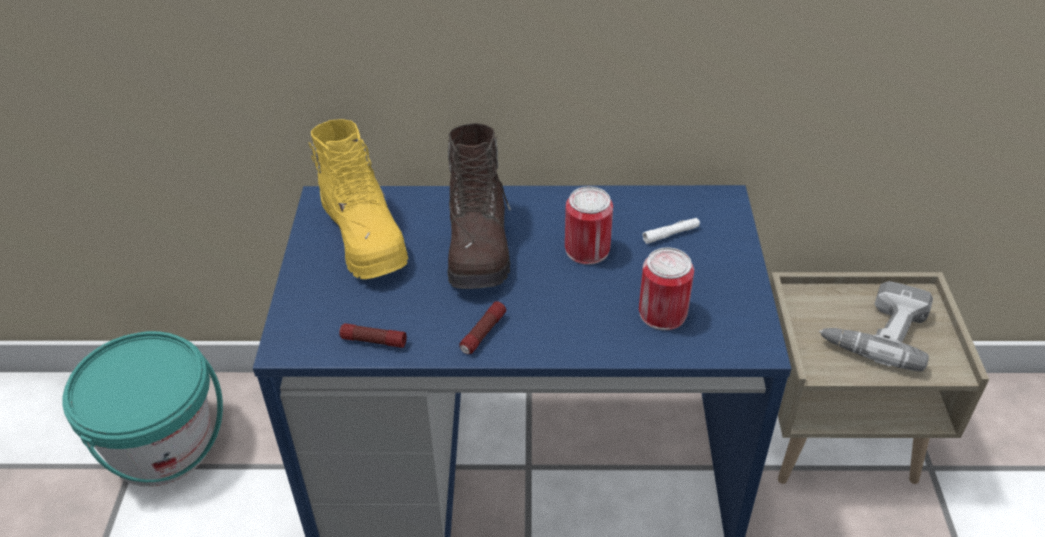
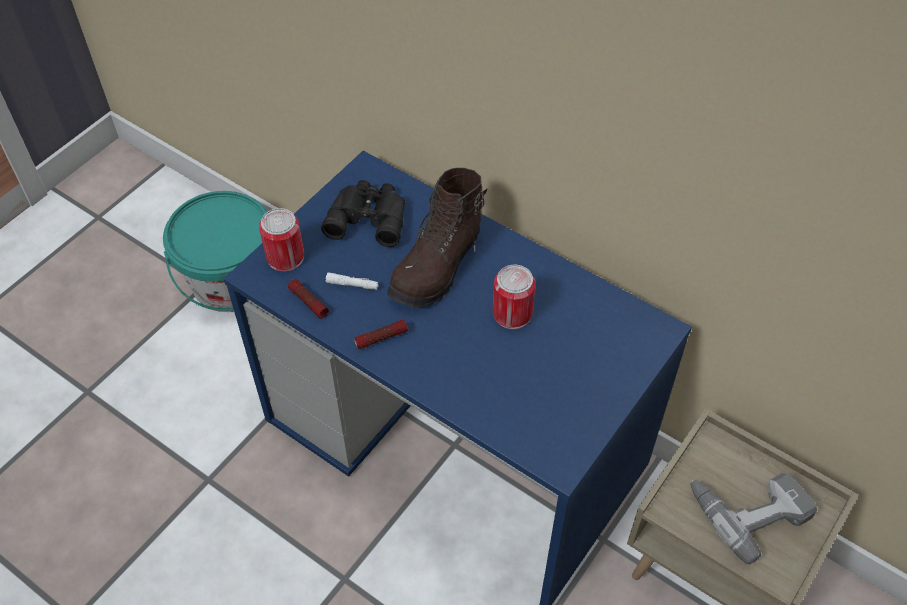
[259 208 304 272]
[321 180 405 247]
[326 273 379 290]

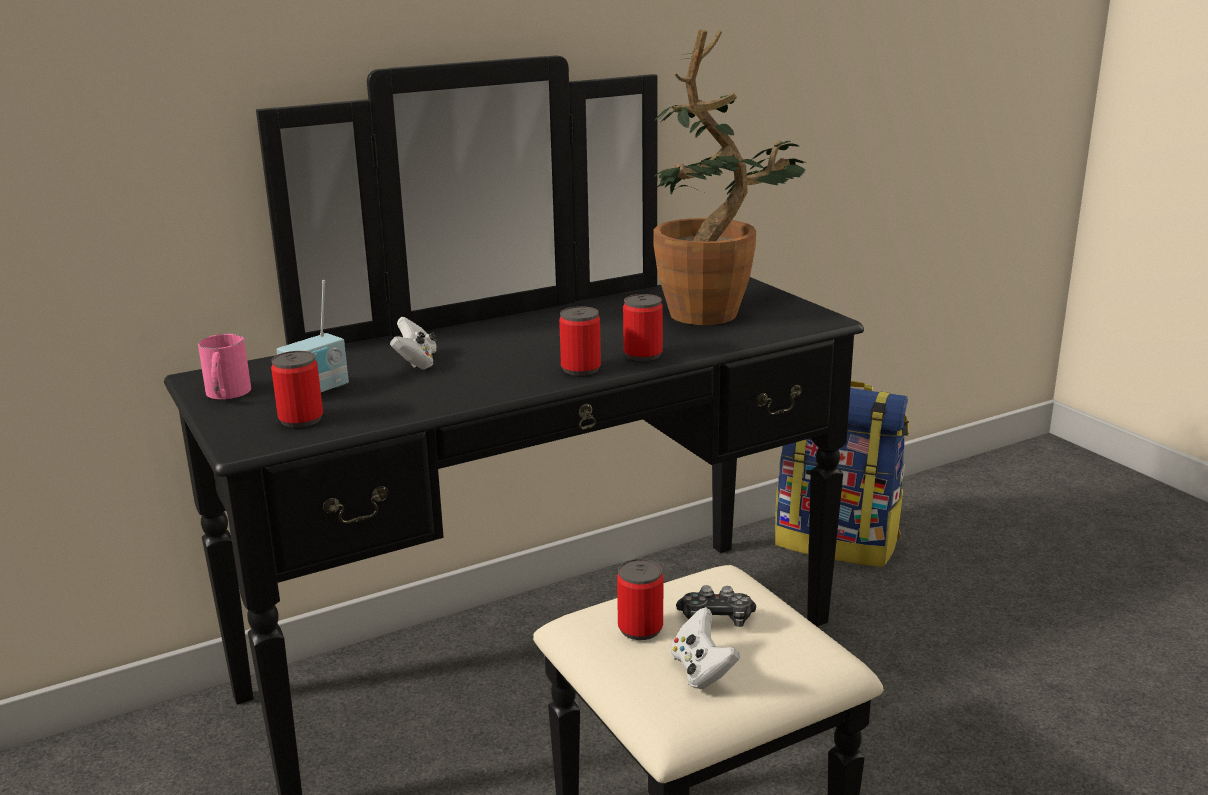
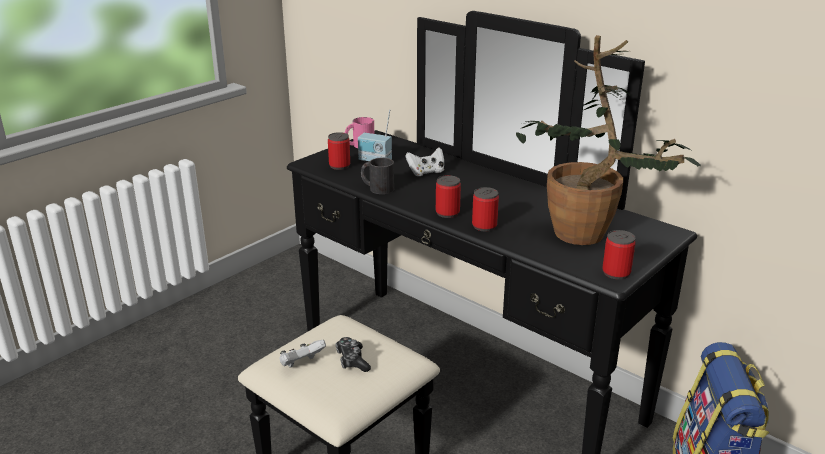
[361 157 394 194]
[602 230 636 280]

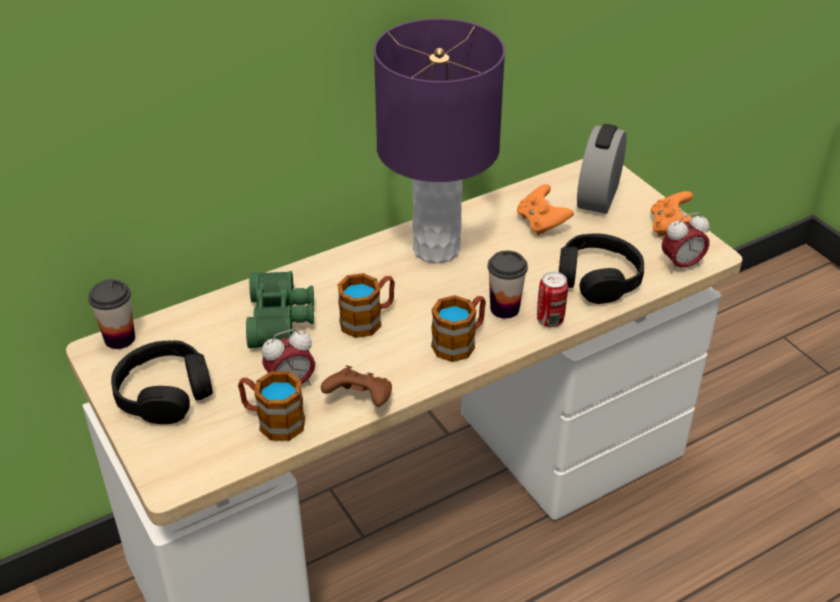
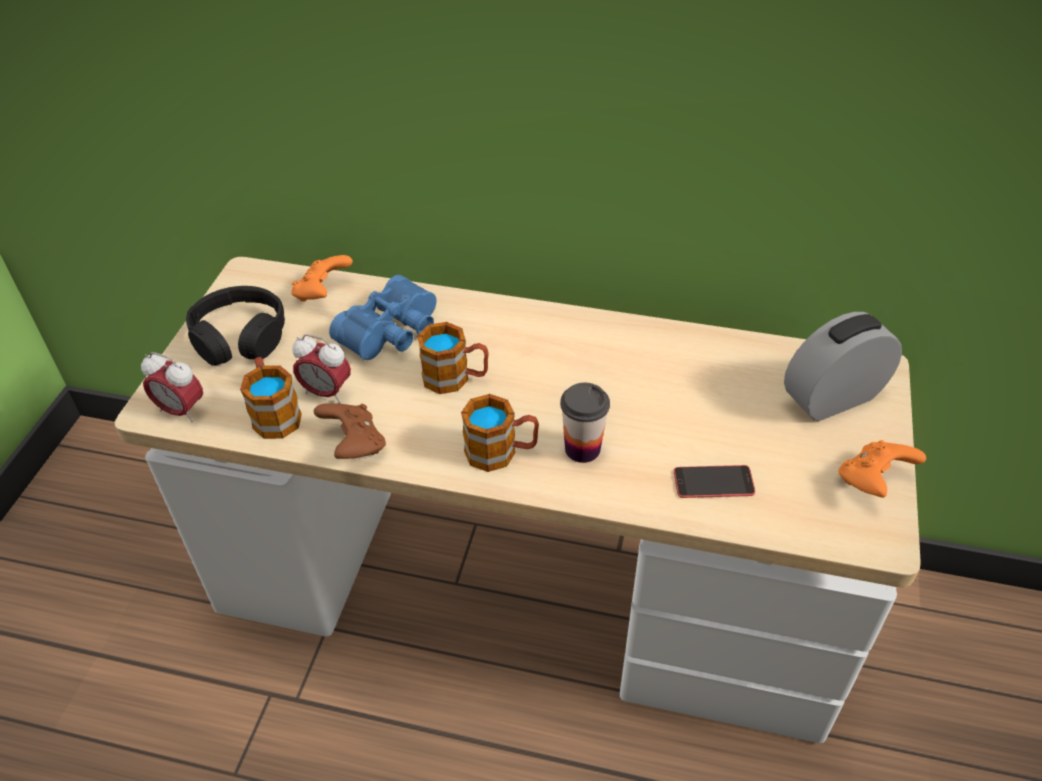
[141 352 203 422]
[291 255 353 302]
[329 275 437 360]
[674 465 755 498]
[88 279 135 349] (first image)
[374 18 505 264] (first image)
[537 272 568 327] (first image)

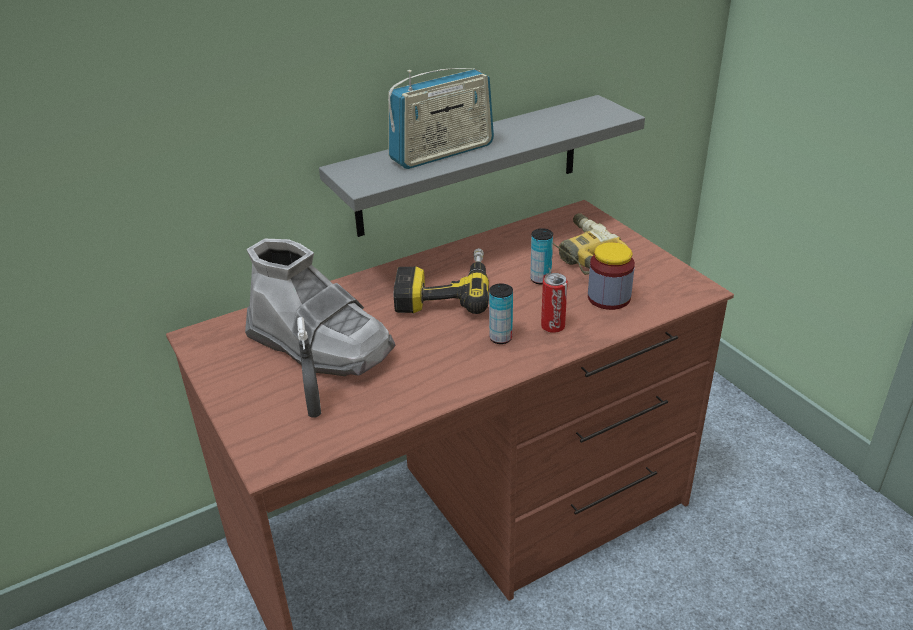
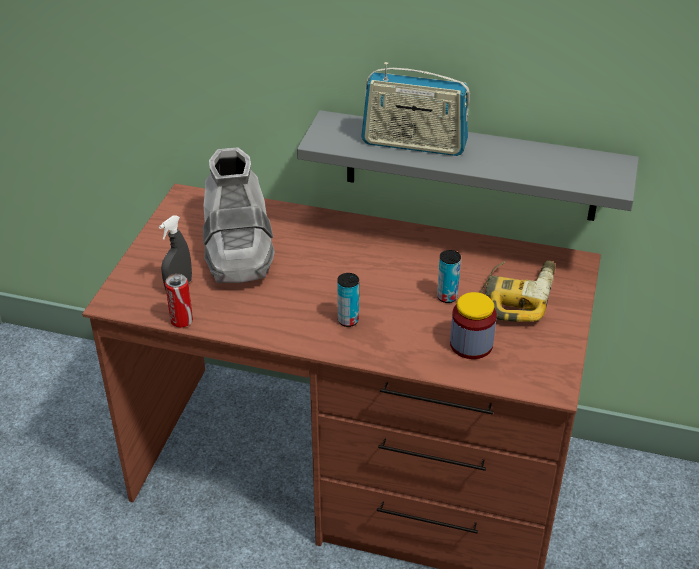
[165 274 193 328]
[394 248 489 314] (first image)

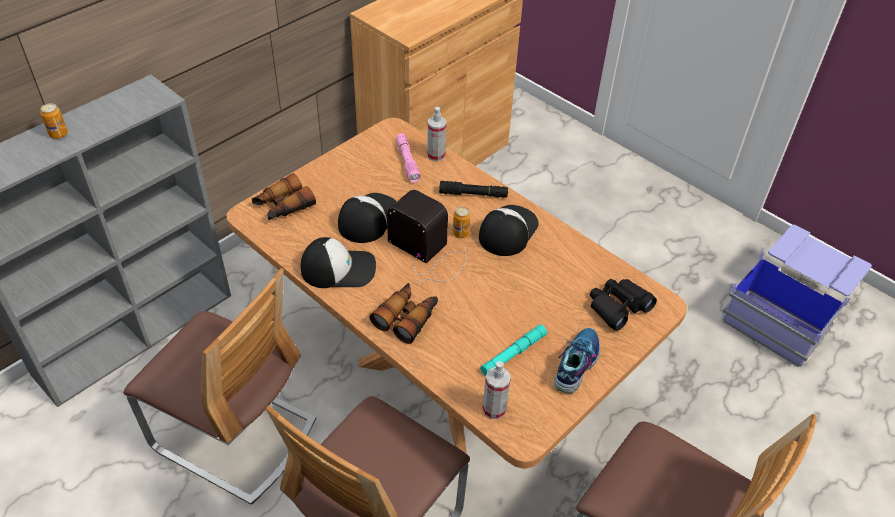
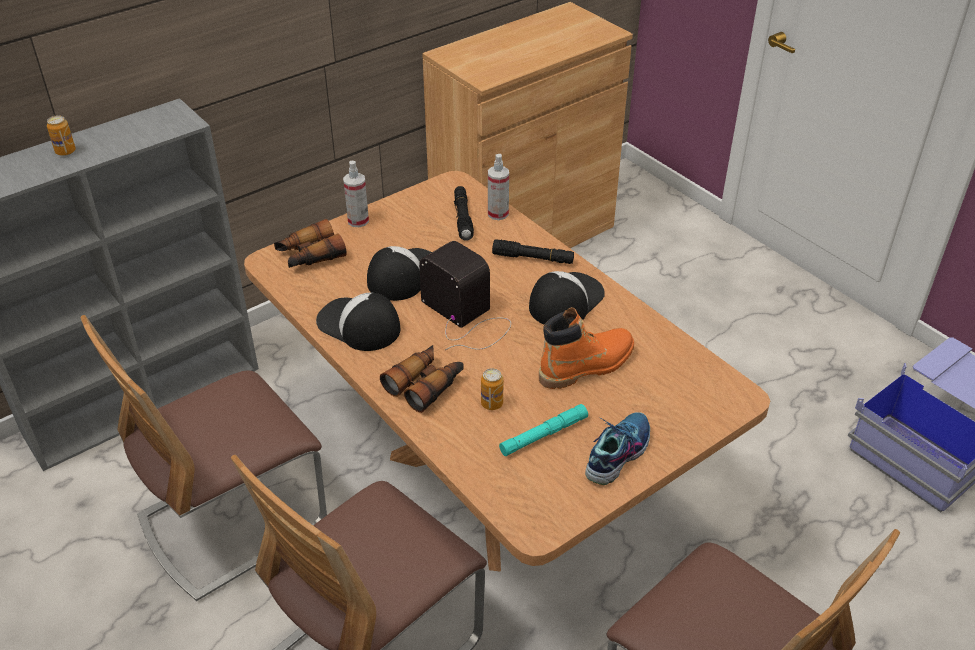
[80 315 327 601]
[316 293 400 351]
[343 161 369 227]
[454 186 474 241]
[481 368 503 410]
[539 307 634 389]
[590 279 657 331] (first image)

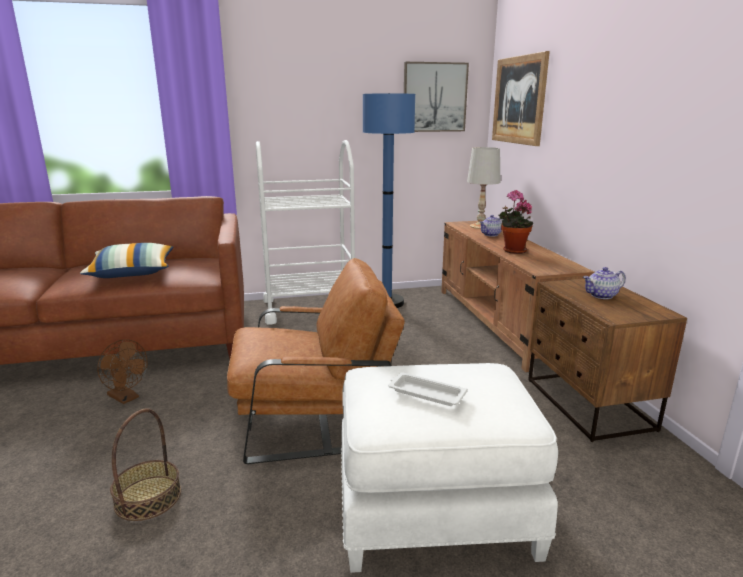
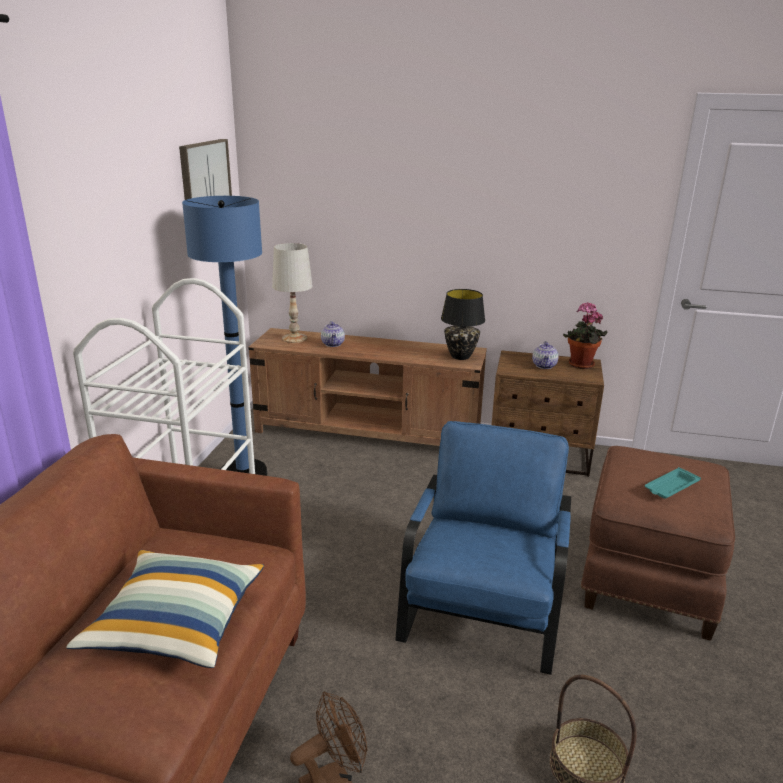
[396 421 571 675]
[441 289 485 360]
[563 302 608 369]
[581 446 735 641]
[645 467 701 498]
[492 51 550 146] (first image)

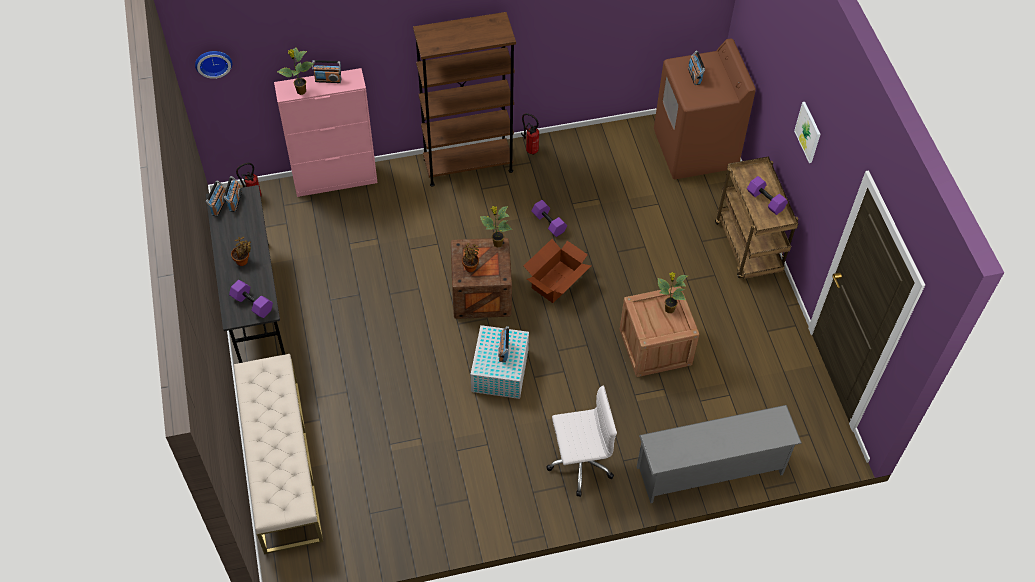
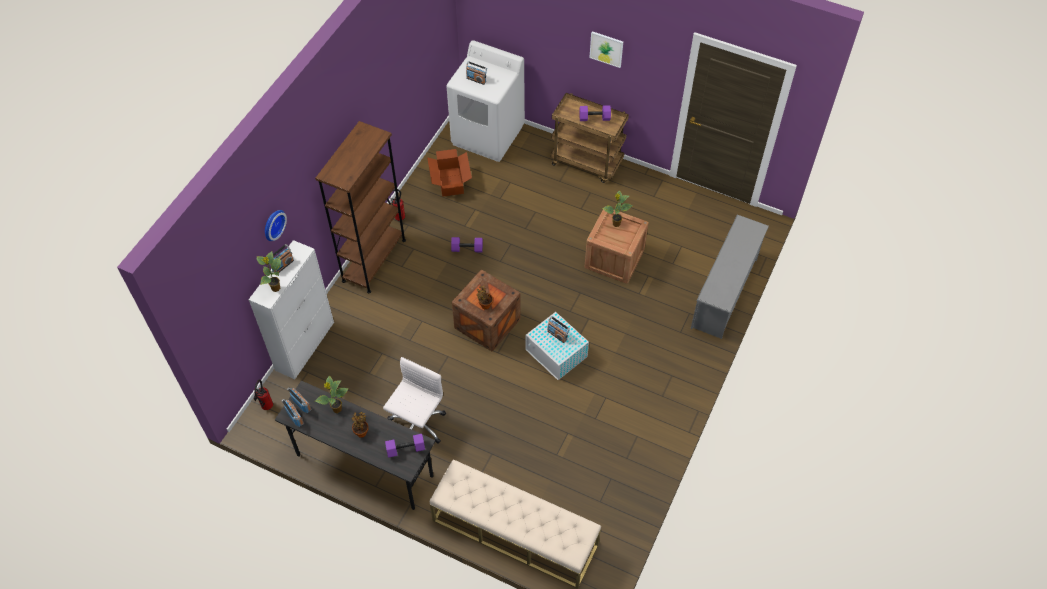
[249 240 334 379]
[265 210 287 241]
[315 375 349 413]
[383 357 446 444]
[427 149 472 197]
[446 40 525 162]

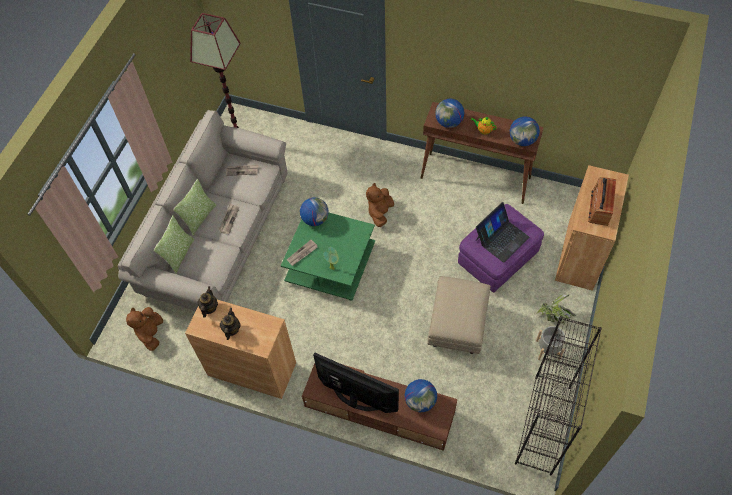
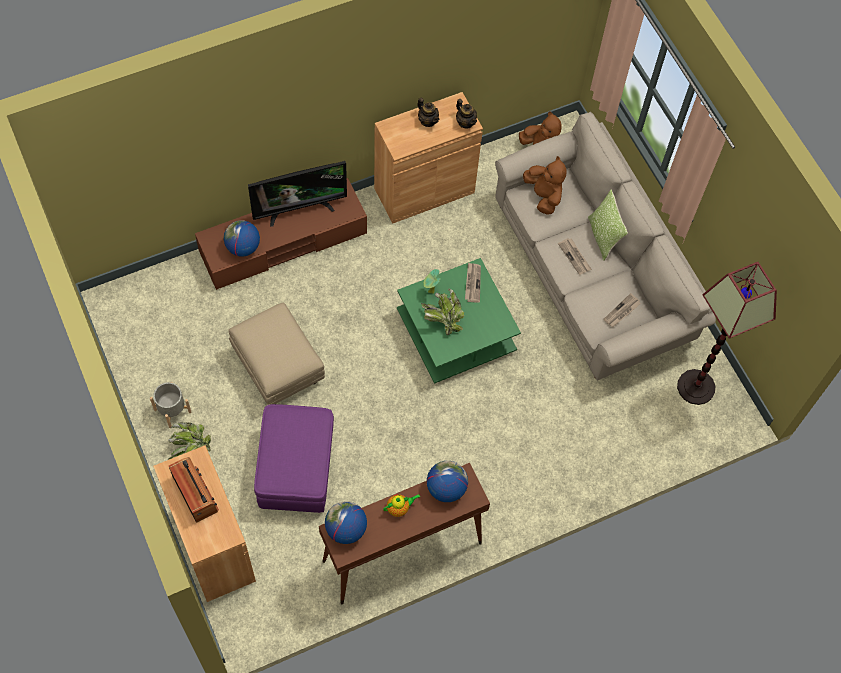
[421 289 464 335]
[523 156 567 215]
[153 216 195 274] (first image)
[300 197 329 226] (first image)
[476 202 530 263] (first image)
[515 316 602 475] (first image)

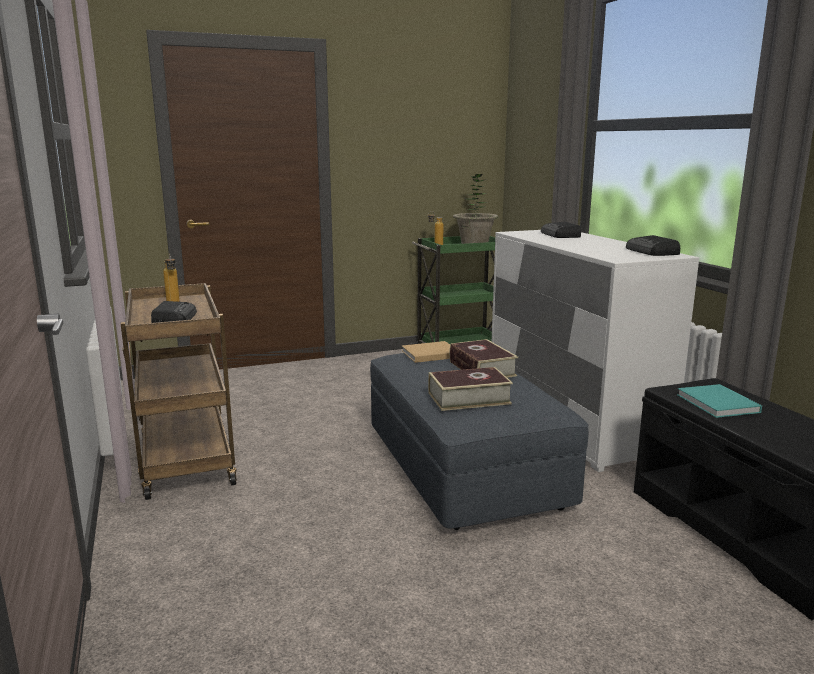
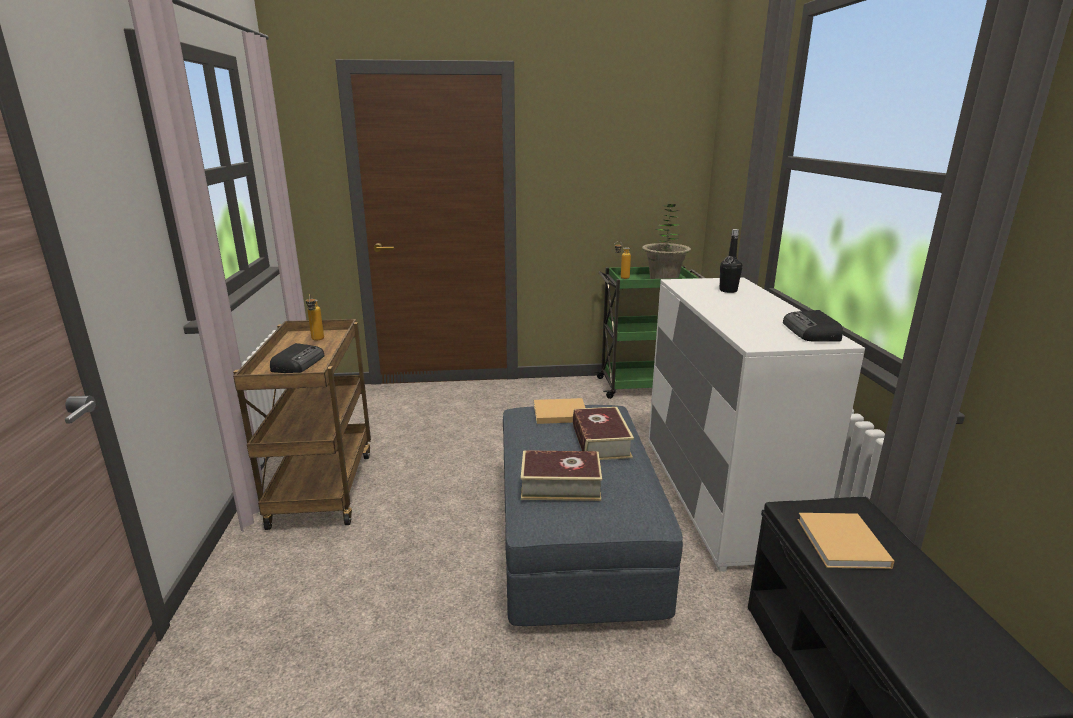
[720 229 742 293]
[798 513 894 569]

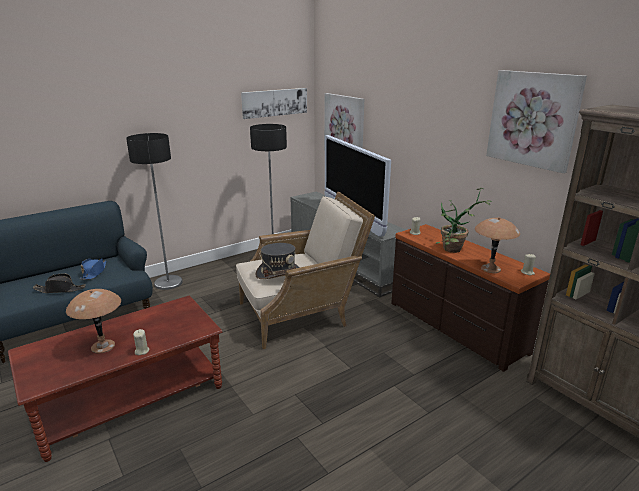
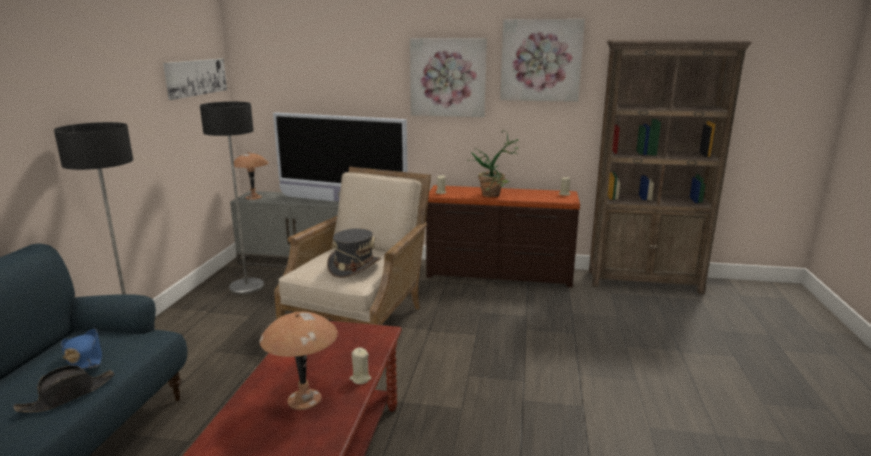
[234 152 269 200]
[410 38 487 117]

